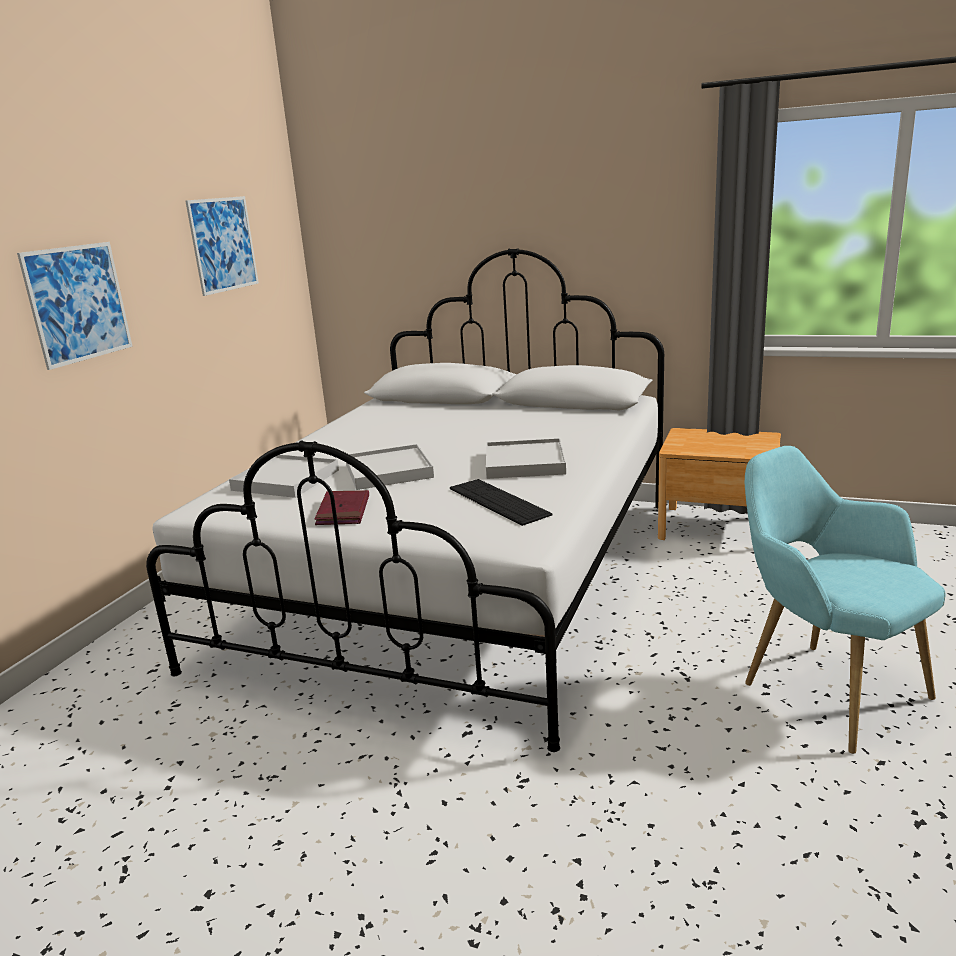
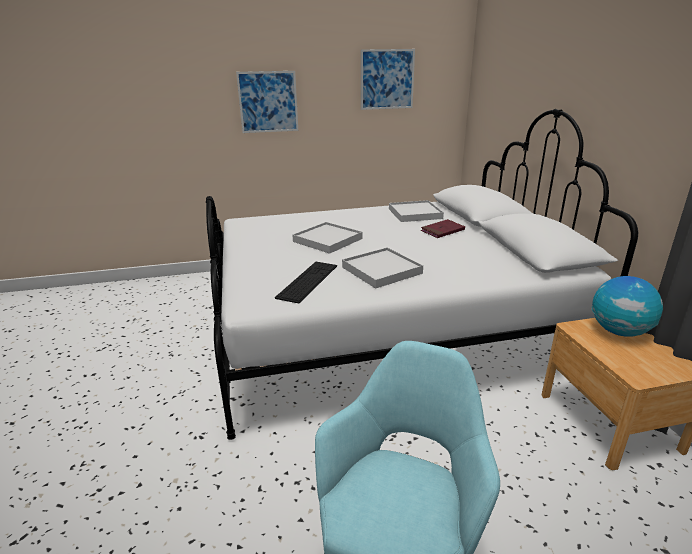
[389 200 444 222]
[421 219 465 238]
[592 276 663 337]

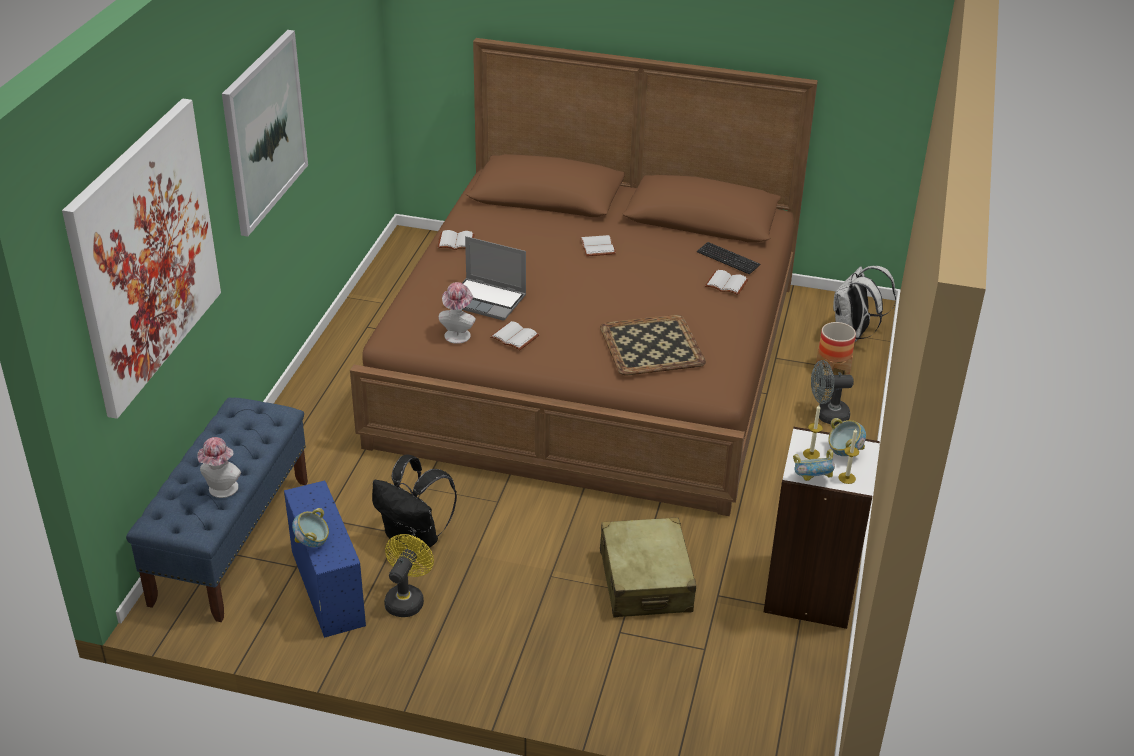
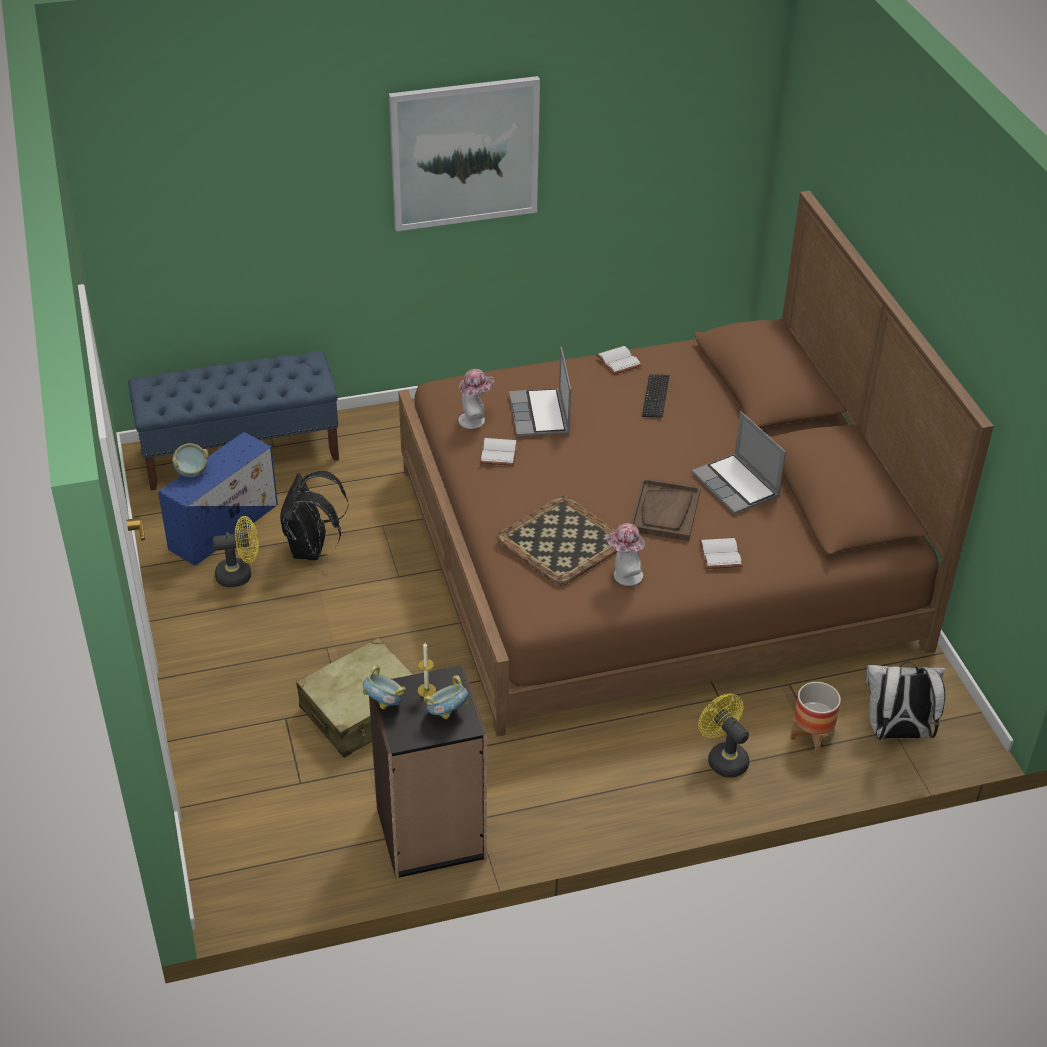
[369 665 487 878]
[606 523 645 586]
[630 477 701 541]
[642 374 670 418]
[692 411 786 514]
[698 694 749 778]
[62 99 221 419] (first image)
[580 235 616 256] (first image)
[839 429 859 484] (first image)

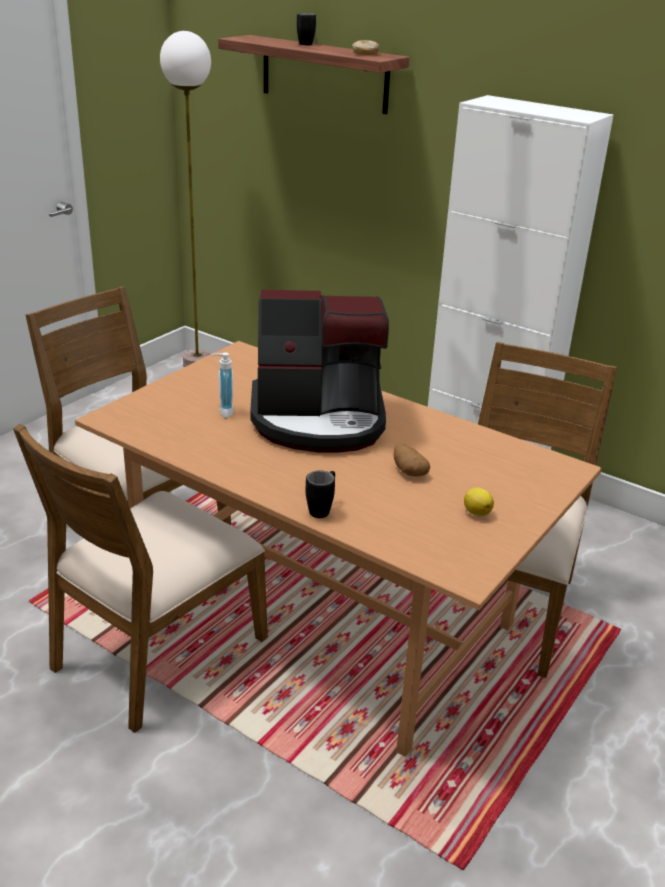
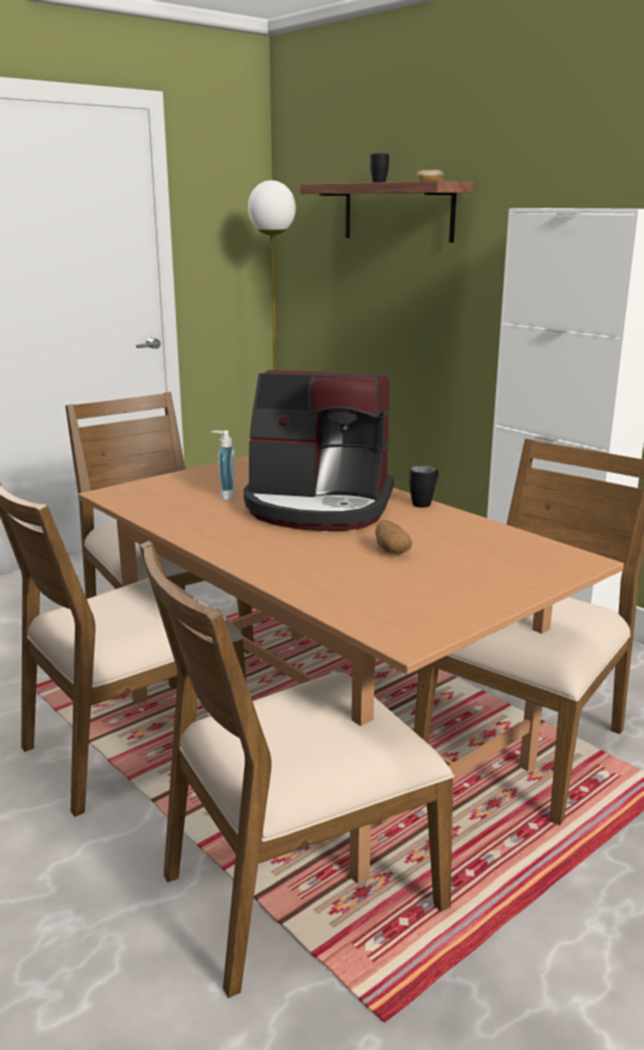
[139 540 454 998]
[409 466 439 508]
[464 487 494 516] (first image)

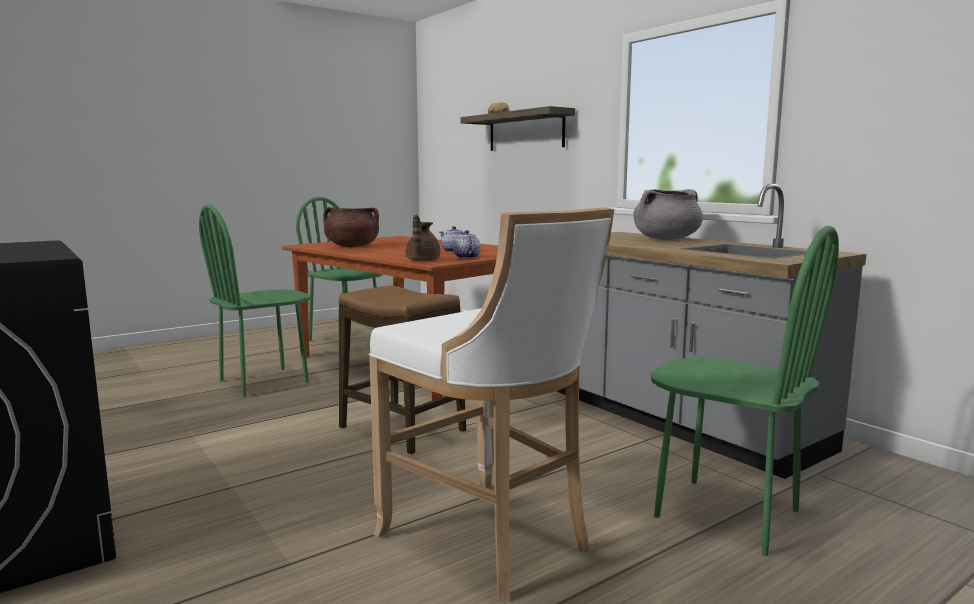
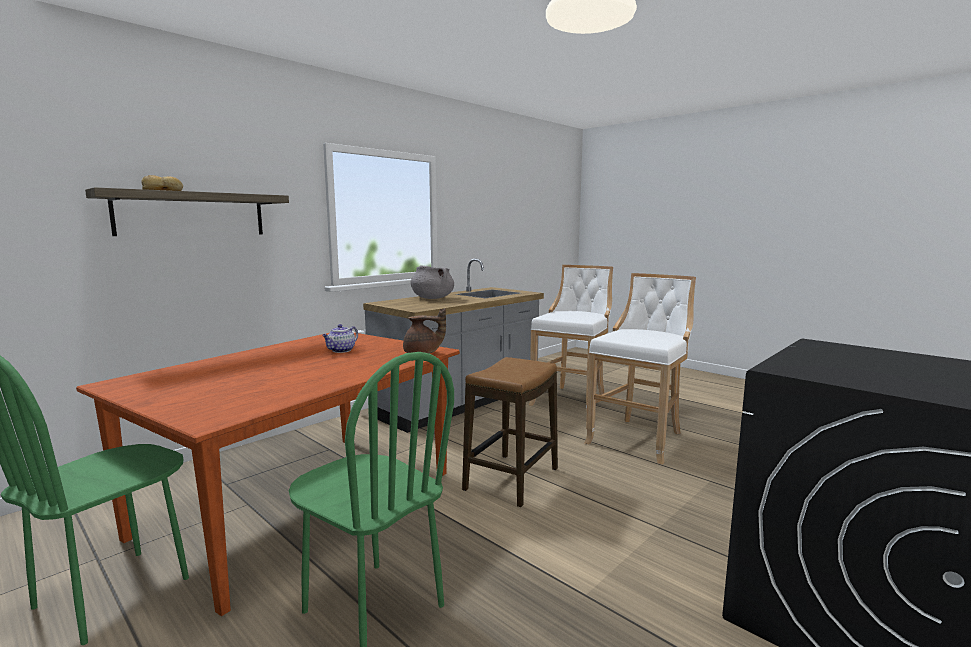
[529 265 613 411]
[323 207 379 247] (first image)
[453 230 481 258] (first image)

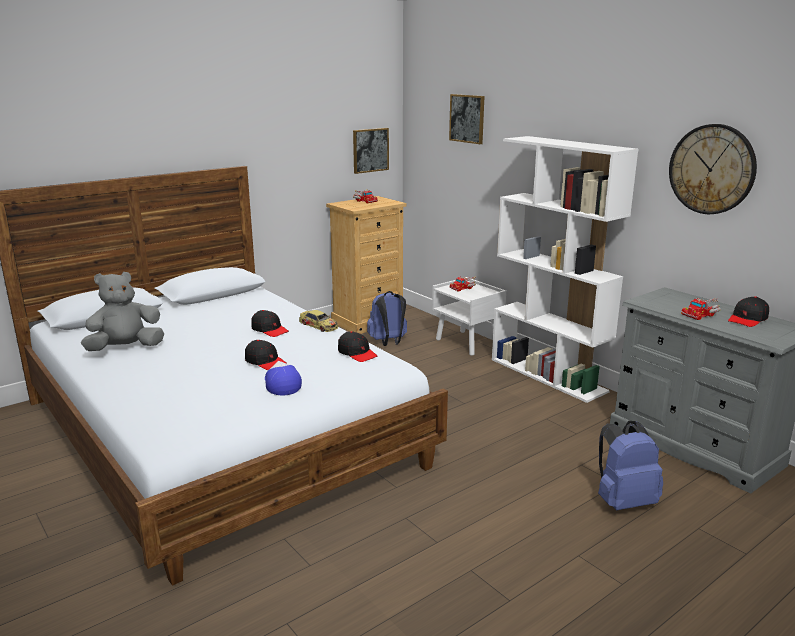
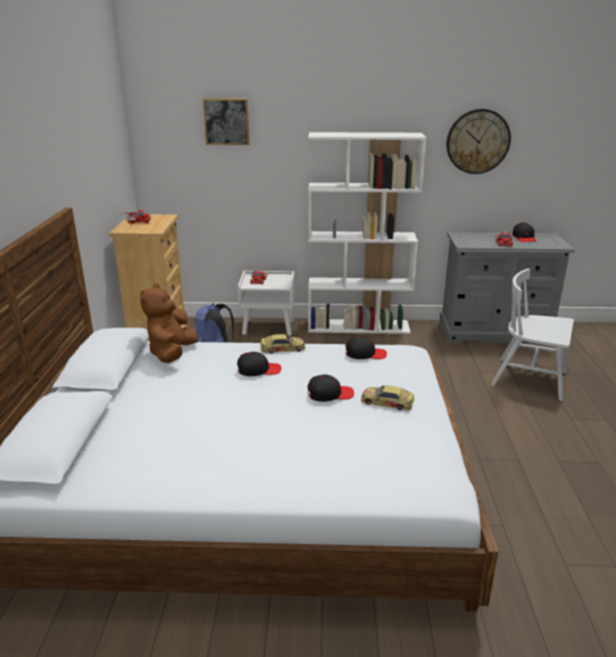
[140 283 198 363]
[361 385 415 411]
[491 269 574 401]
[81 272 164 351] (first image)
[353 128 389 174] (first image)

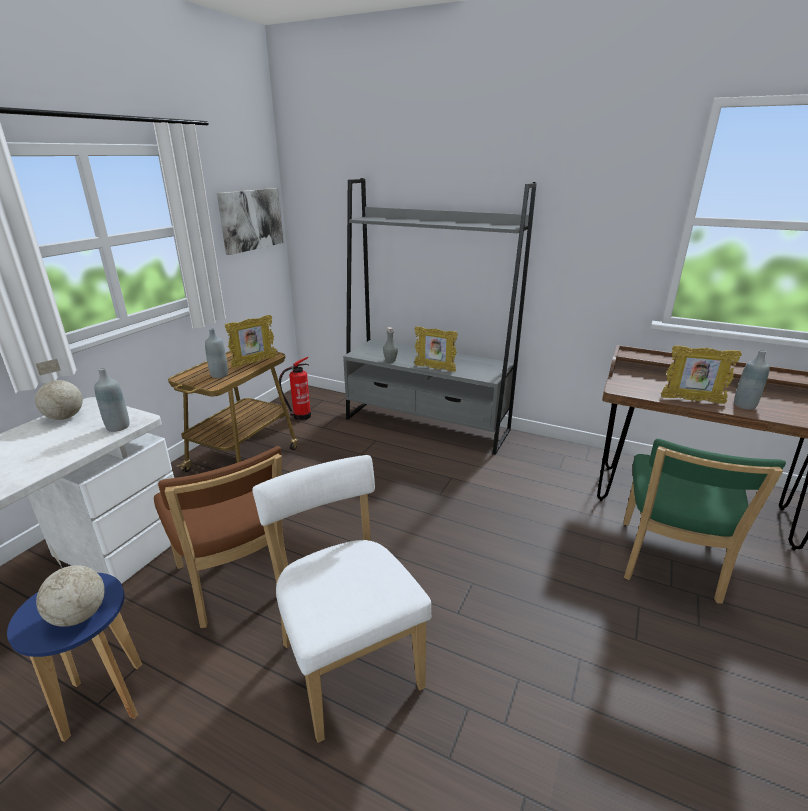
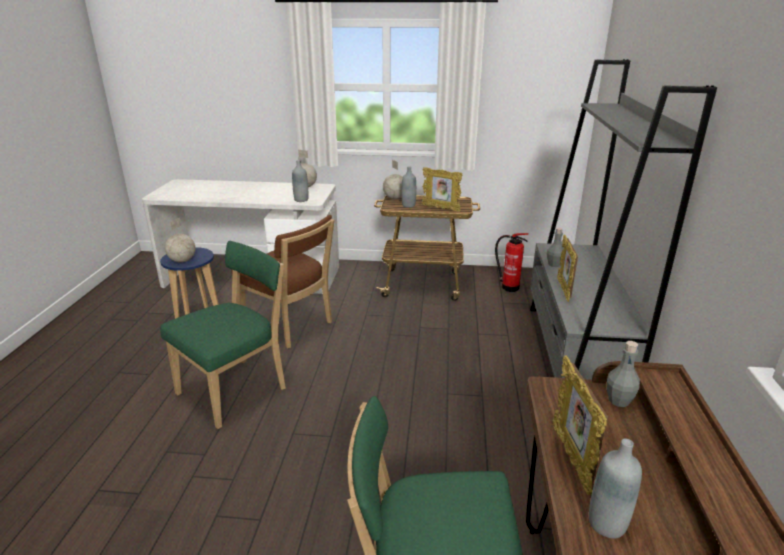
[160 241 286 429]
[231 215 335 349]
[383 160 403 199]
[607 341 640 407]
[217 188 284 255] (first image)

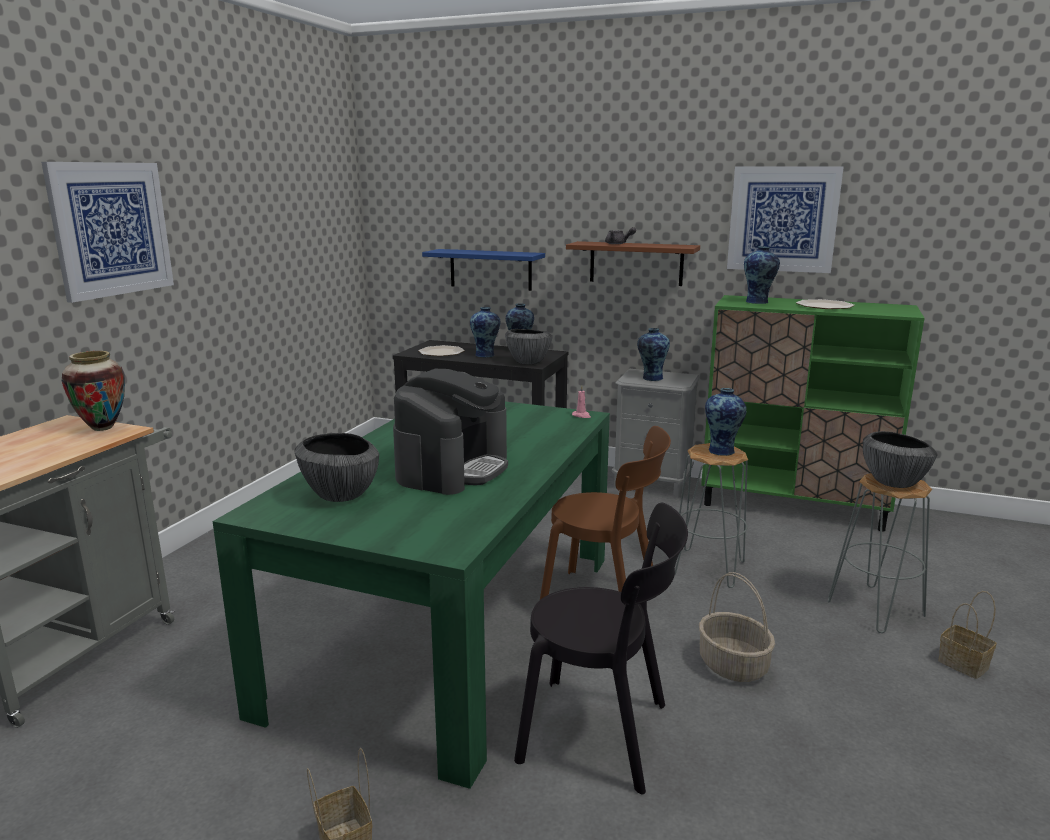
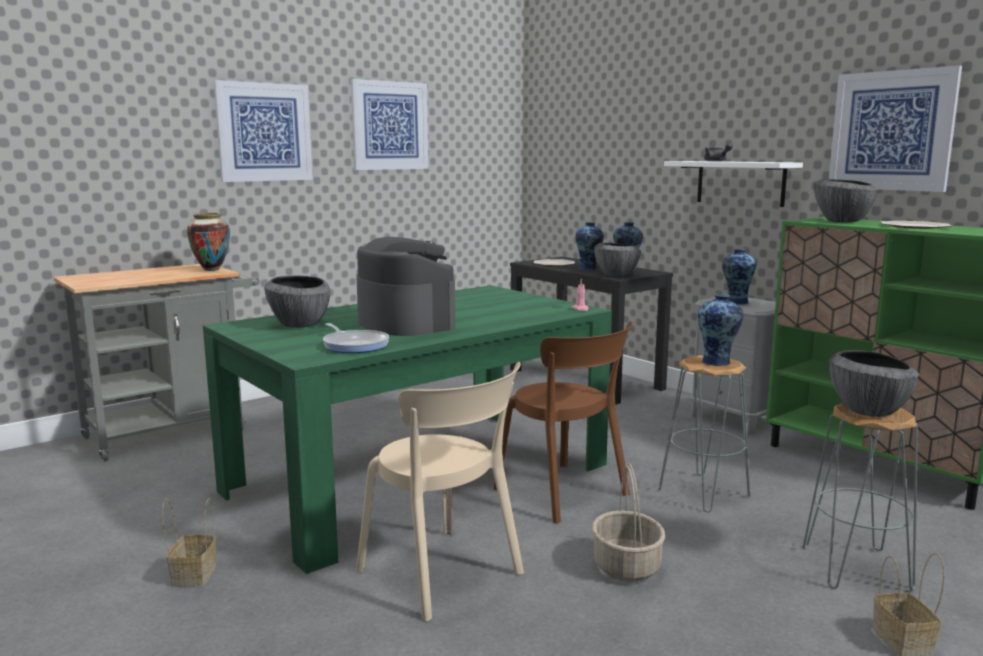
[323 323 389 353]
[350 79 428 170]
[356 237 455 336]
[356 362 524 621]
[664 161 803 207]
[814 179 878 222]
[422 249 545 291] (first image)

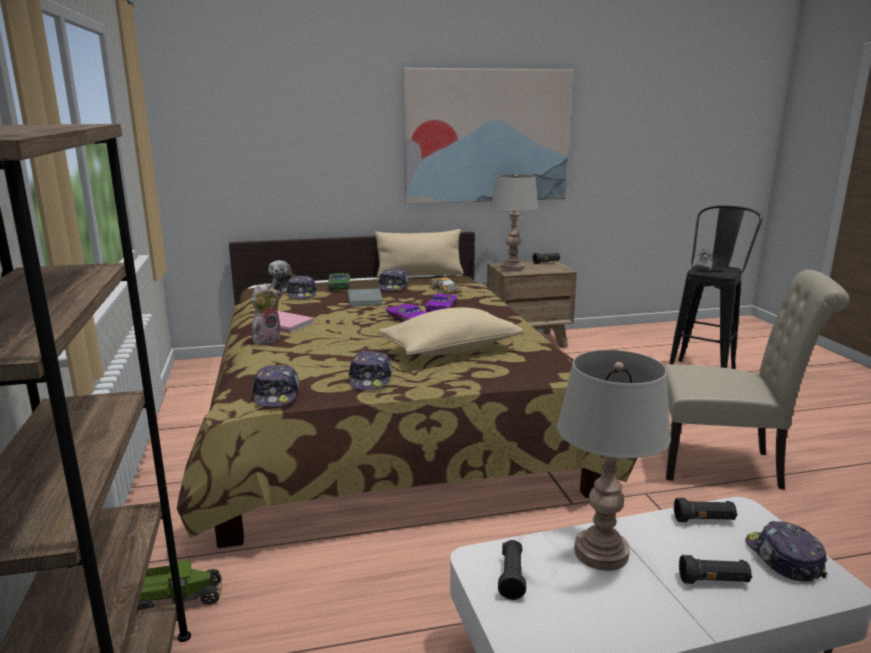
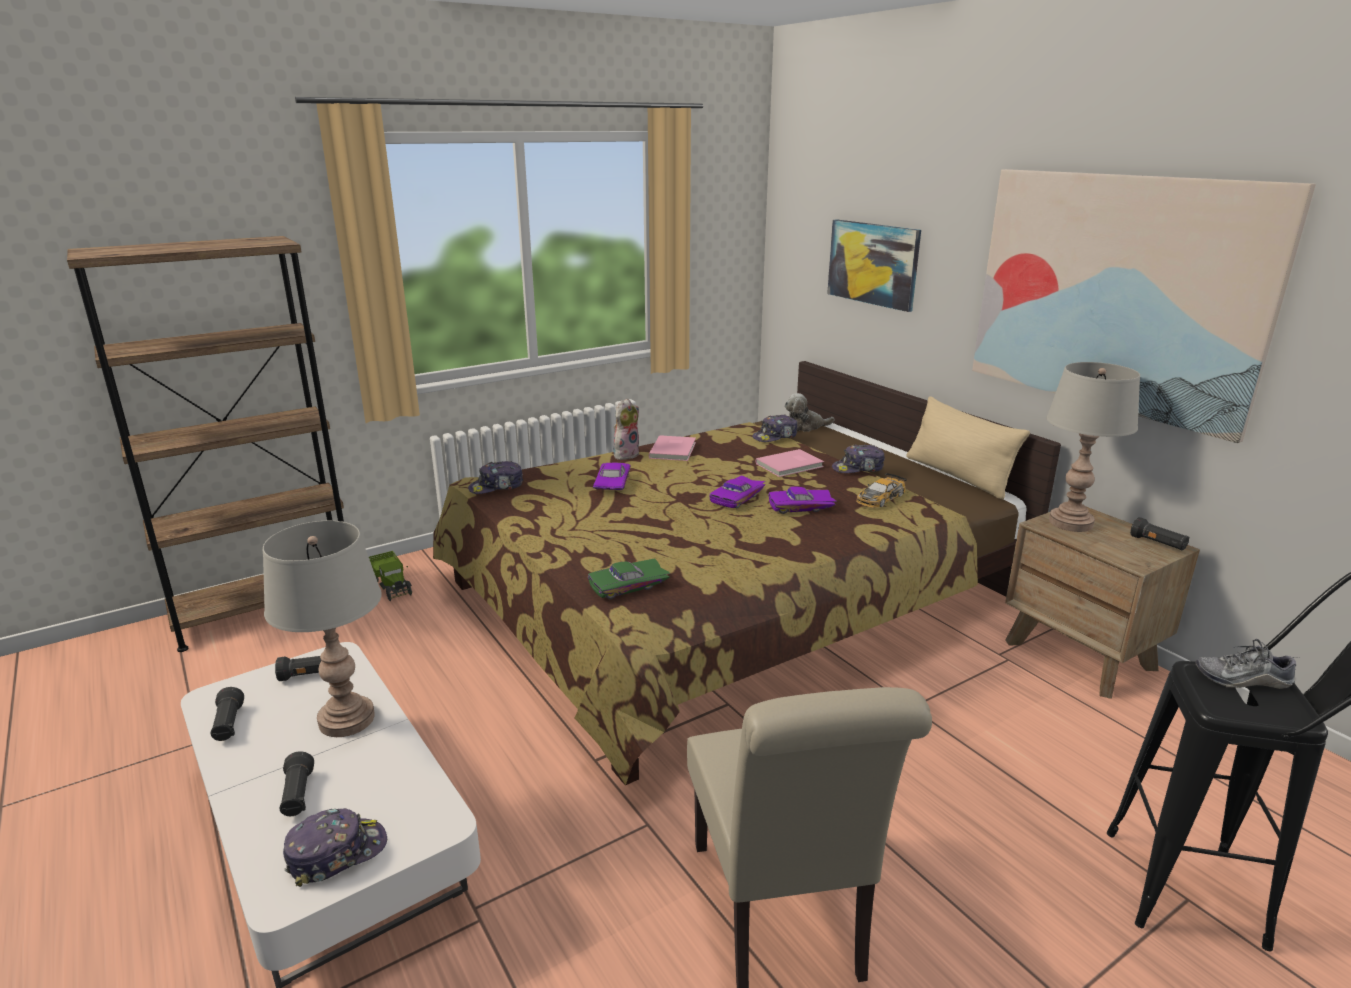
[211 687 244 741]
[588 558 671 599]
[593 463 631 490]
[613 398 640 460]
[756 449 824 477]
[827 219 921 312]
[348 350 393 390] (first image)
[379 307 524 356] (first image)

